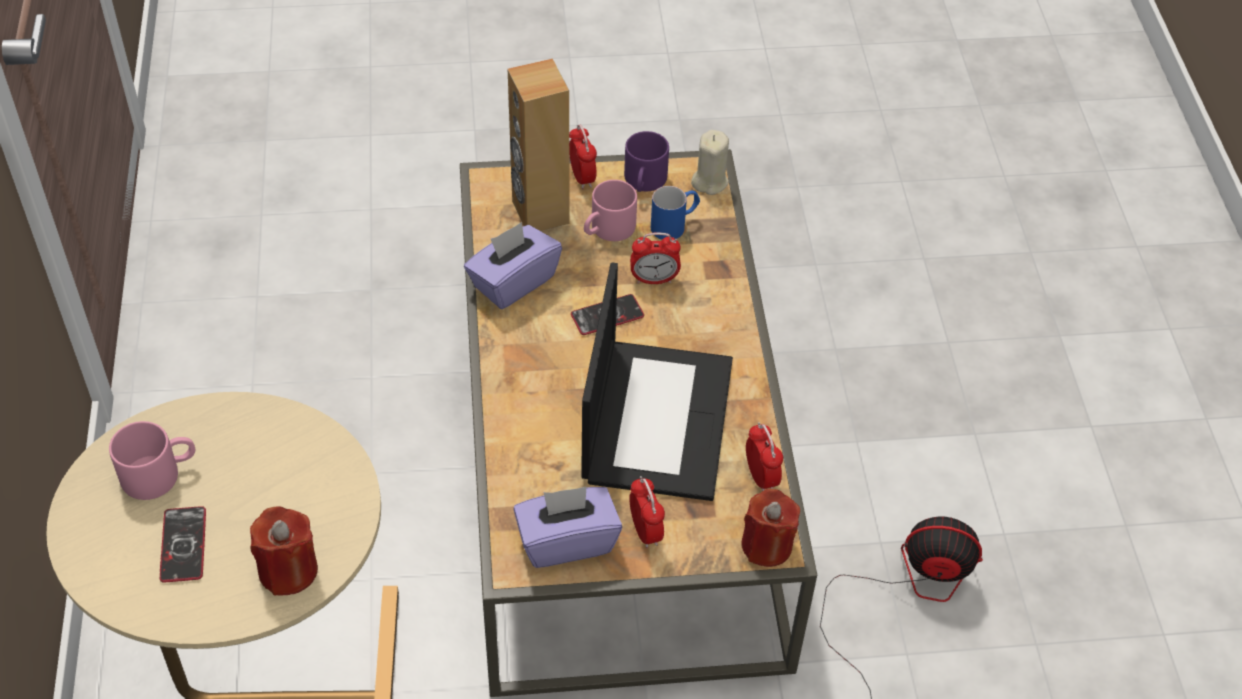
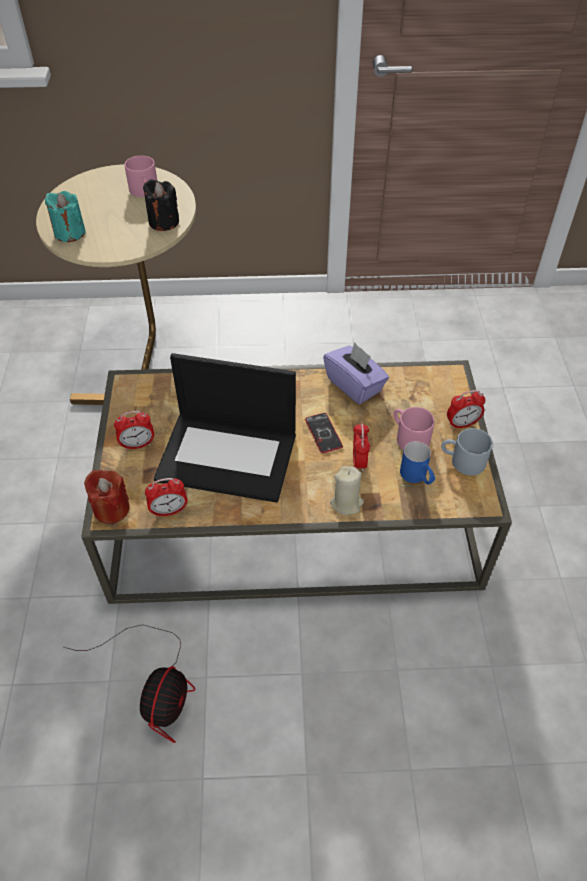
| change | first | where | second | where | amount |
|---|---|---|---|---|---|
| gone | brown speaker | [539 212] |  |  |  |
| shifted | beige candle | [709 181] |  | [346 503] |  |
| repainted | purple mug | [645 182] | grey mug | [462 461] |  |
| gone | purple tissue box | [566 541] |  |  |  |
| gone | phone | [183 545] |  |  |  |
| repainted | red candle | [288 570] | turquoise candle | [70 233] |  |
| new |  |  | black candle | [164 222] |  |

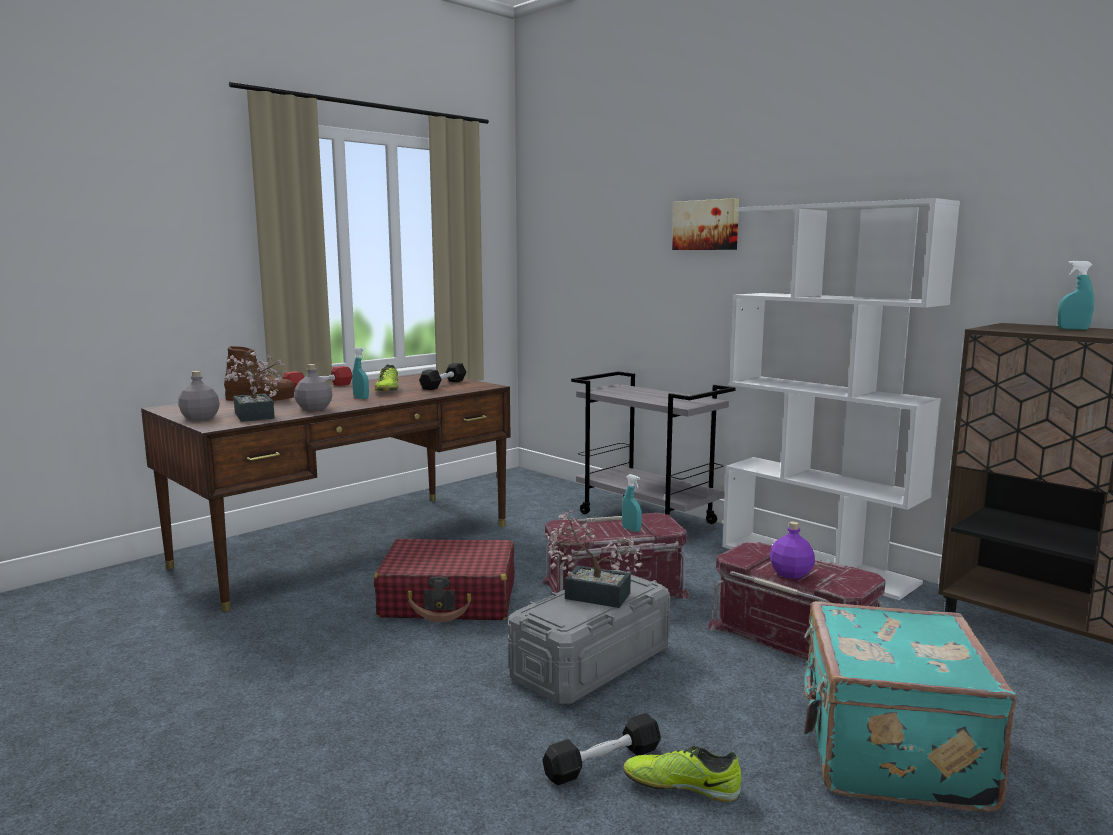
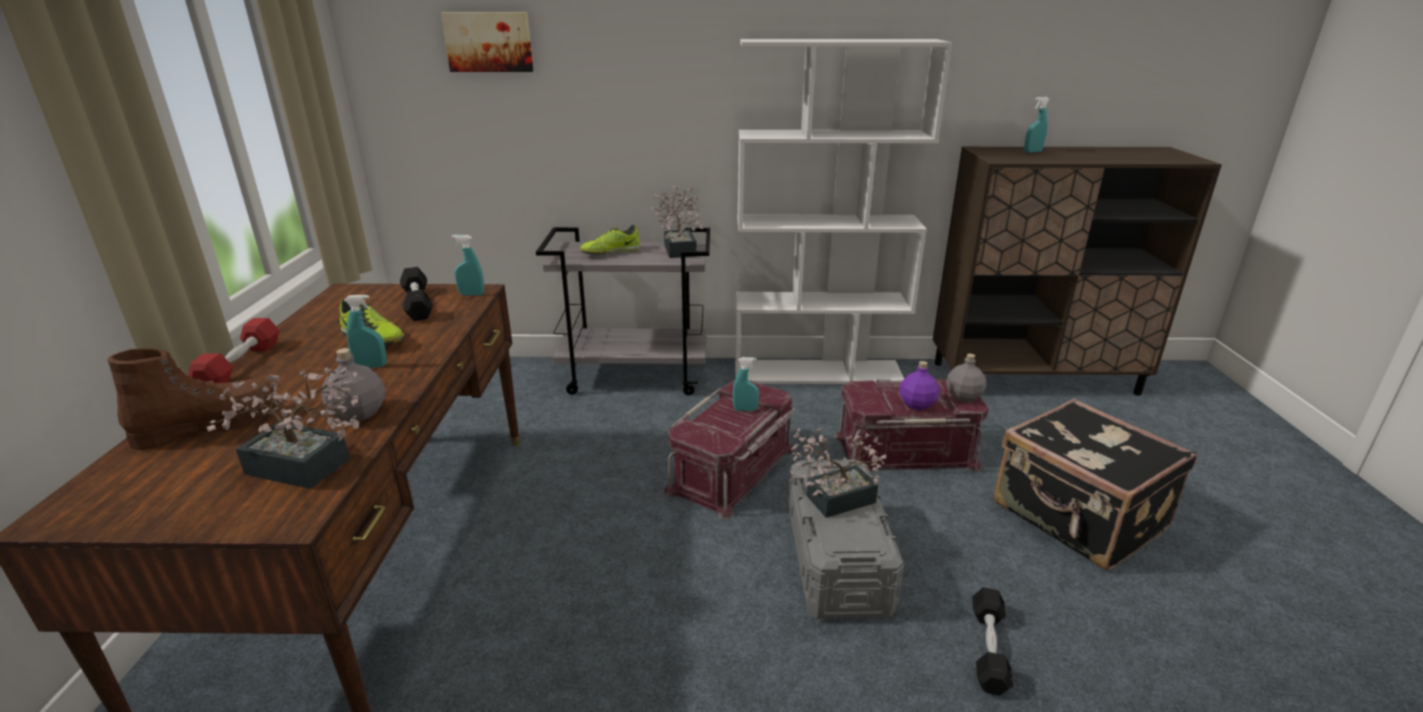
| change | first | where | second | where | amount |
|---|---|---|---|---|---|
| shifted | picture | [706 225] |  | [489 42] |  |
| shifted | grey bottle | [199 418] |  | [963 397] |  |
| gone | red suitcase | [449 599] |  |  |  |
| repainted | turquoise suitcase | [888 752] | black suitcase | [1077 518] |  |
| shifted | shoe | [681 786] |  | [610 252] |  |
| new |  |  | potted plant | [679 248] |  |
| new |  |  | turquoise spray bottle | [471 294] |  |

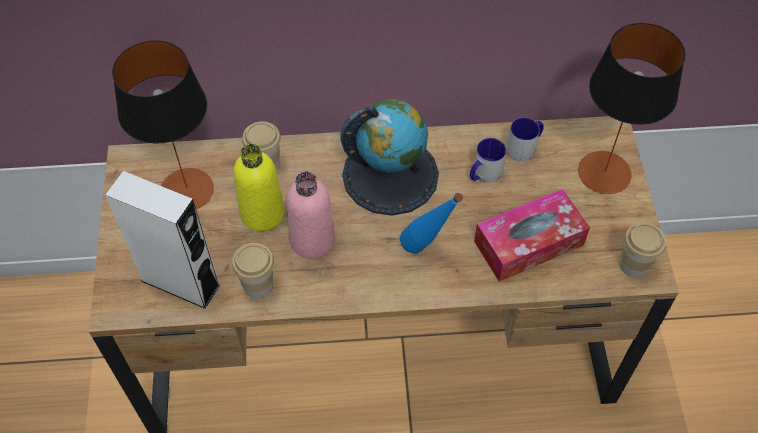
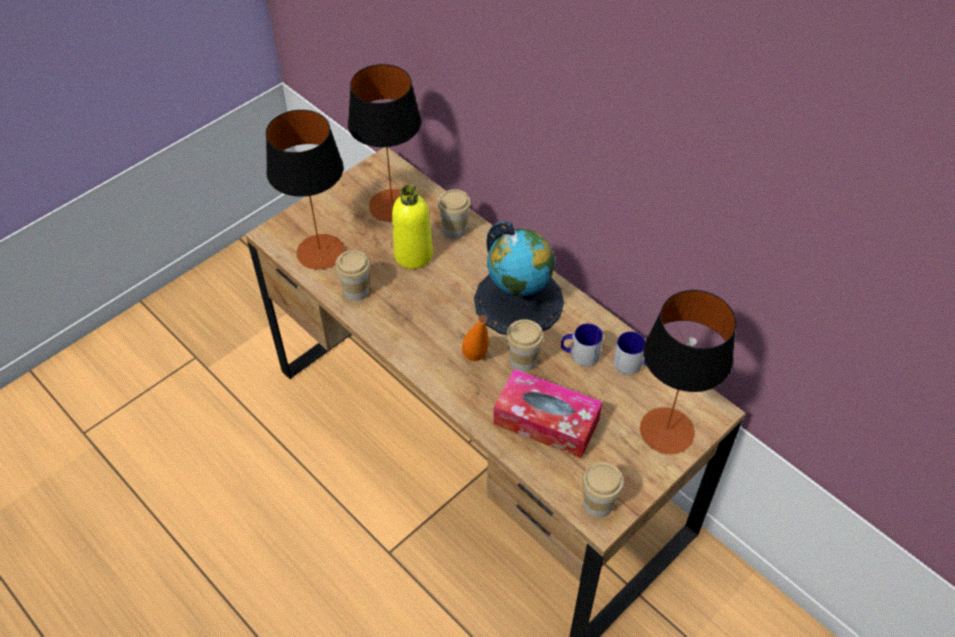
| change | first | where | second | where | amount |
|---|---|---|---|---|---|
| swapped | white speaker | [180 283] | table lamp | [320 252] |  |
| gone | pink bottle | [312 240] |  |  |  |
| repainted | blue bottle | [427 249] | orange bottle | [477 363] |  |
| new |  |  | cup | [523 360] |  |

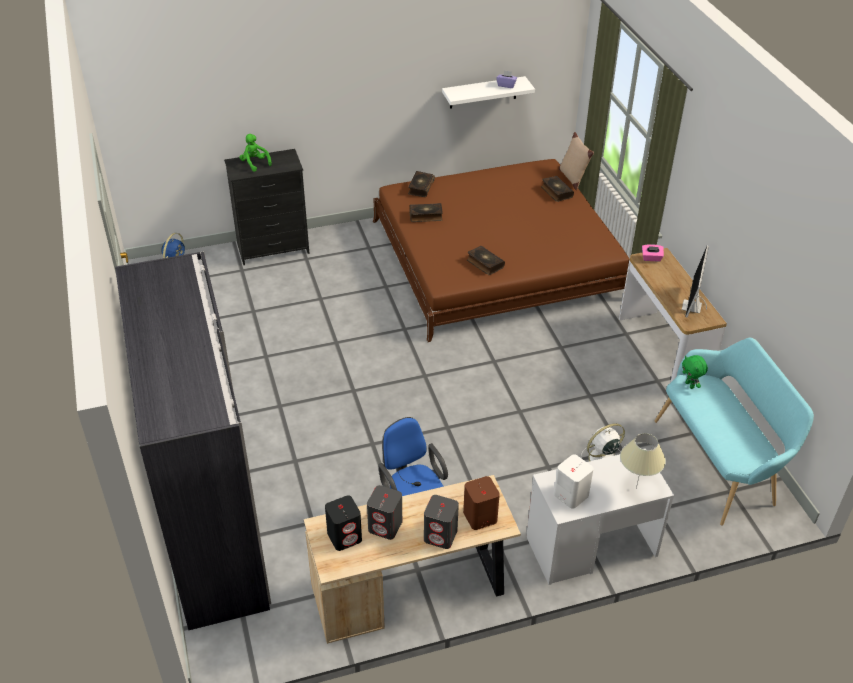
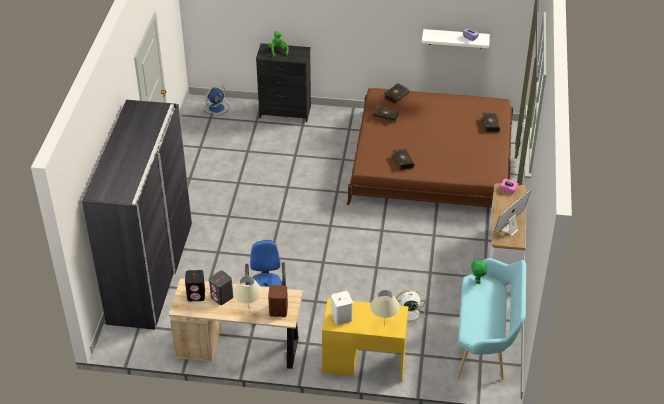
| change | first | where | second | where | amount |
|---|---|---|---|---|---|
| gone | beige pillow | [572 178] |  |  |  |
| repainted | white desk | [591 546] | yellow desk | [364 361] |  |
| swapped | grey speaker | [441 535] | beige table lamp | [249 312] |  |

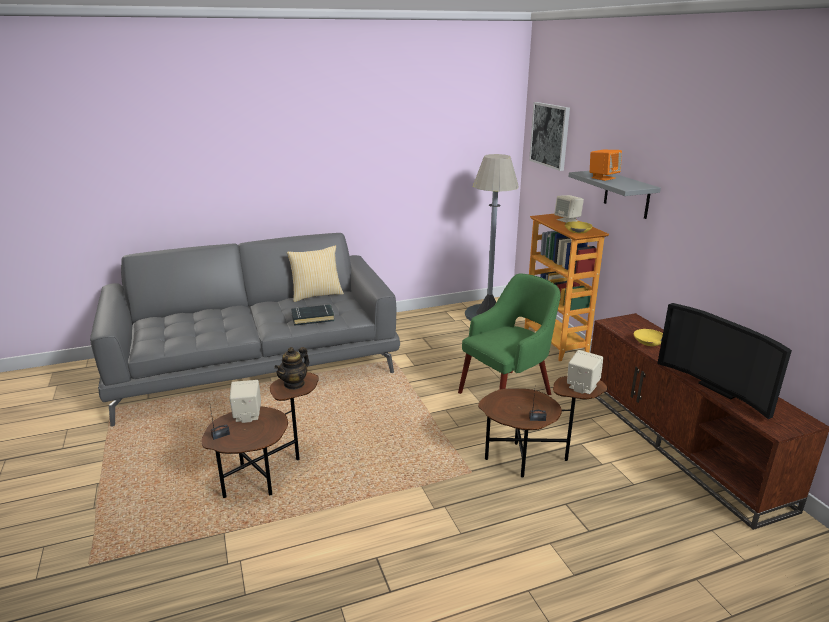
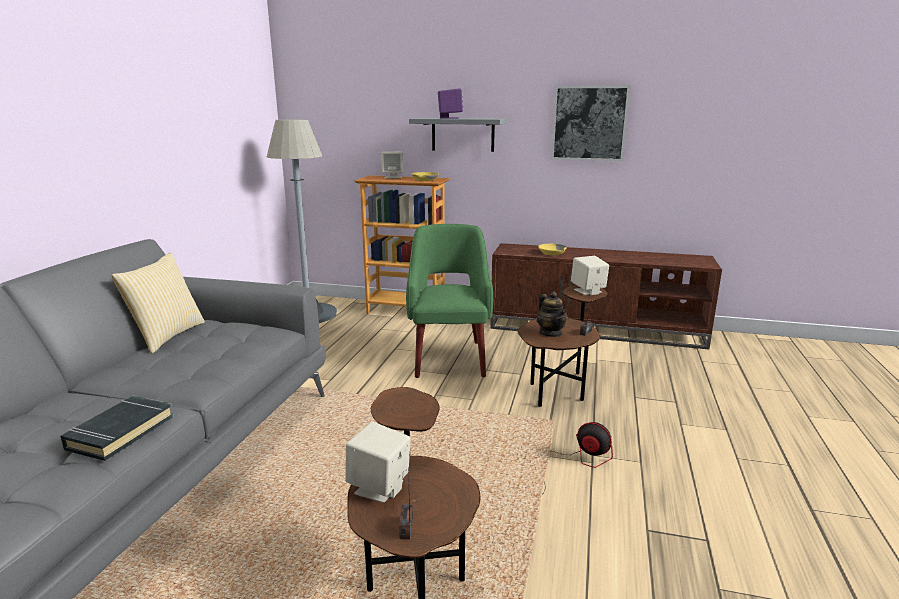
| change | first | where | second | where | amount |
|---|---|---|---|---|---|
| shifted | picture | [550 135] |  | [589 123] |  |
| repainted | orange speaker | [603 178] | purple speaker | [450 118] |  |
| gone | television | [719 387] |  |  |  |
| shifted | black book | [313 318] |  | [120 432] |  |
| shifted | teapot | [294 384] |  | [551 333] |  |
| new |  |  | fan | [575 462] |  |

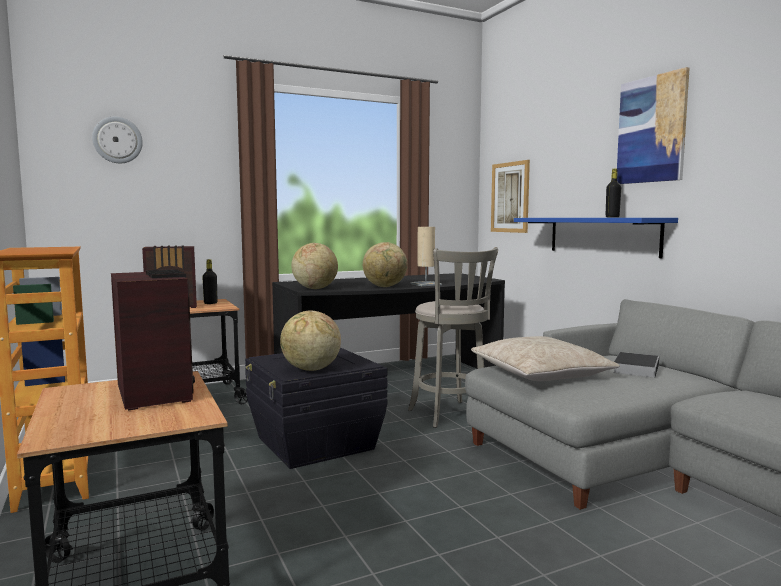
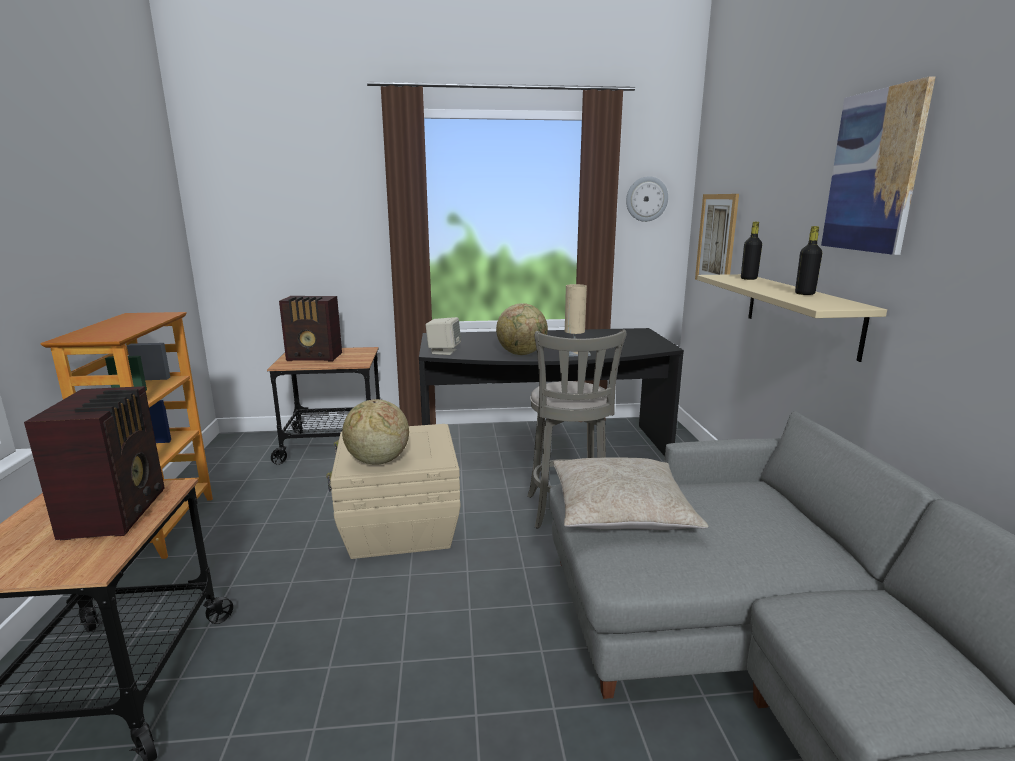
| change | first | where | second | where | amount |
|---|---|---|---|---|---|
| shifted | wall clock | [117 140] |  | [646 199] |  |
| repainted | blue shelf | [602 236] | beige shelf | [800 312] |  |
| swapped | globe | [315 288] | beige speaker | [444 351] |  |
| shifted | black bottle | [210 303] |  | [748 279] |  |
| repainted | black storage box | [314 443] | beige storage box | [399 528] |  |
| gone | book | [636 368] |  |  |  |

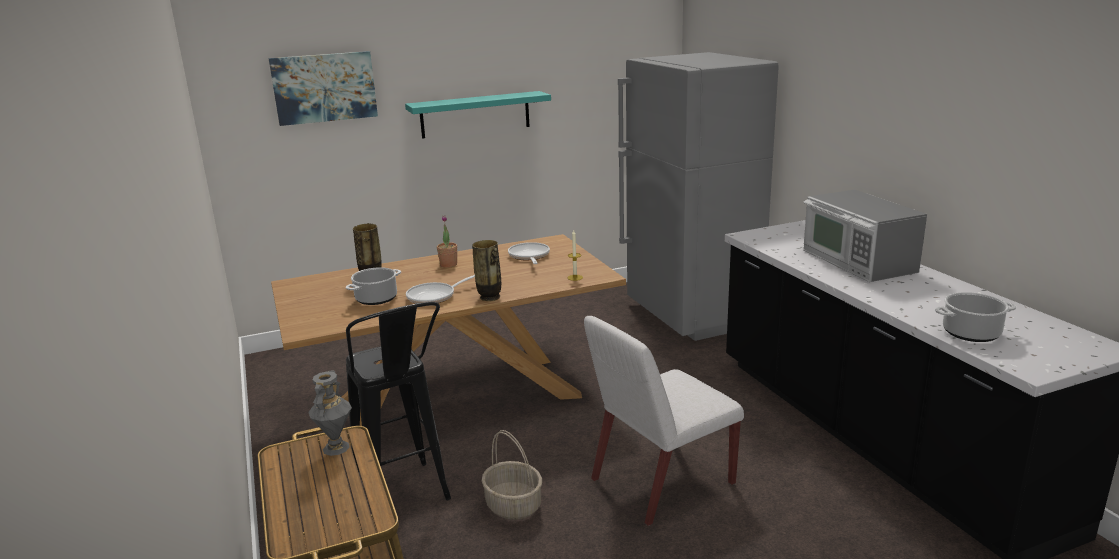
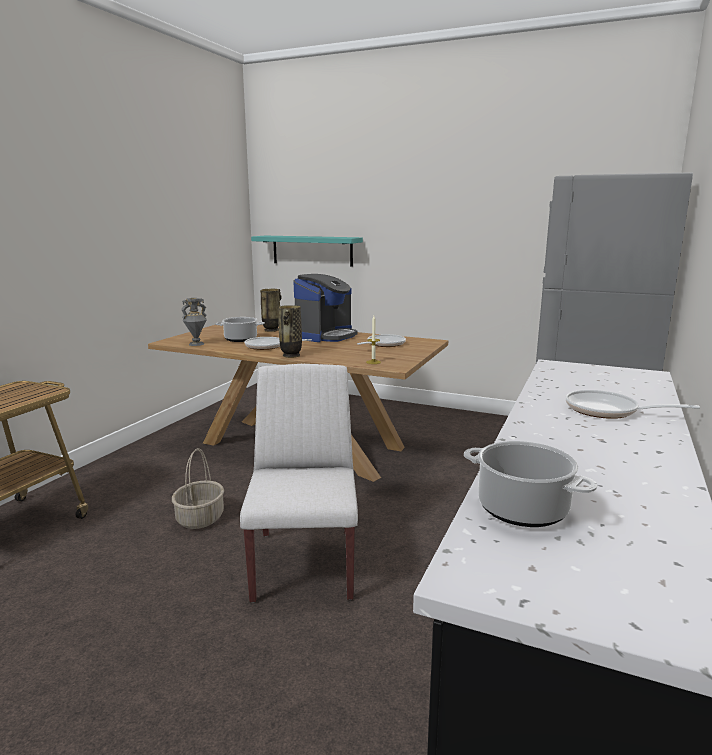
| change | first | where | second | where | amount |
|---|---|---|---|---|---|
| gone | picture | [324 87] |  |  |  |
| shifted | turquoise shelf | [475 114] |  | [312 250] |  |
| swapped | microwave | [857 261] | frying pan | [608 411] |  |
| swapped | potted plant | [448 264] | coffee machine | [325 336] |  |
| gone | black stool | [406 501] |  |  |  |
| rotated | white chair | [661 482] |  | [304 563] | 75 degrees clockwise |
| shifted | grey vase | [336 448] |  | [196 344] |  |

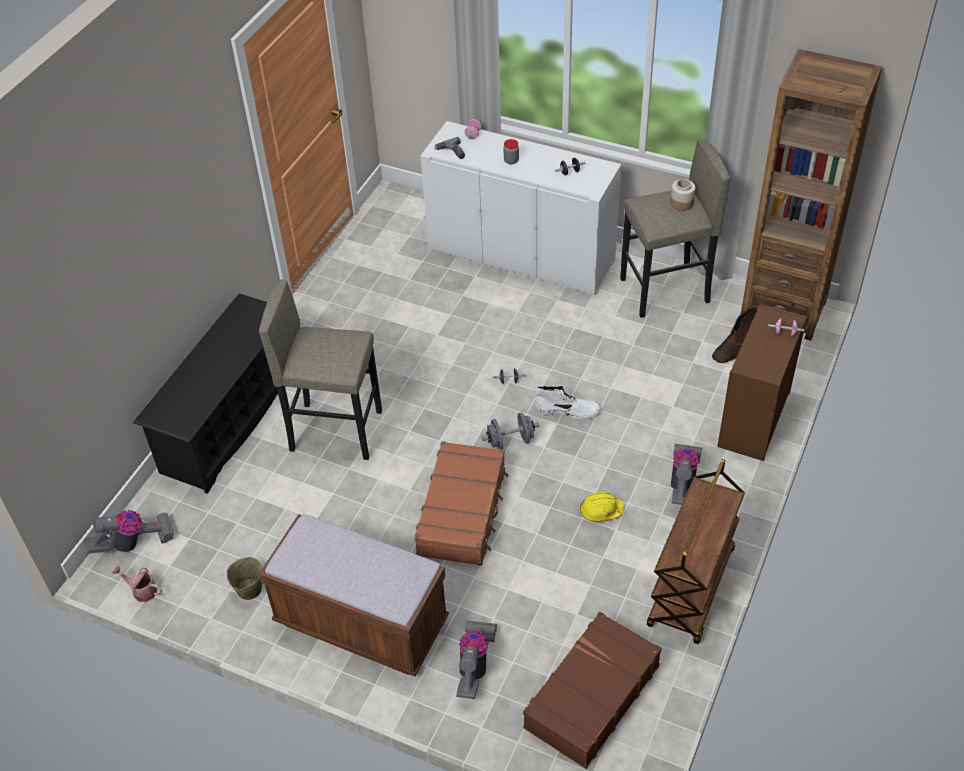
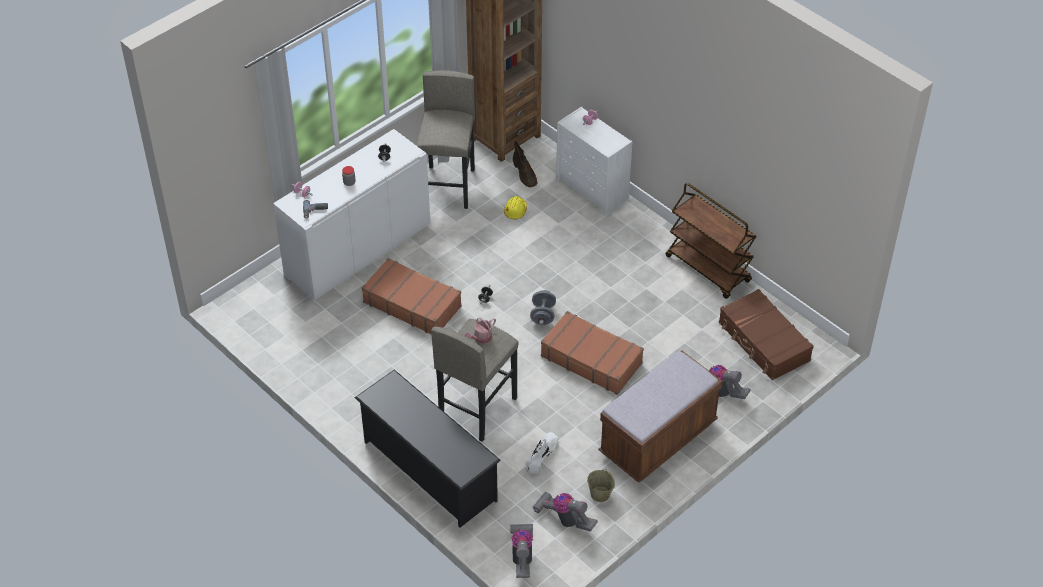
| change | first | where | second | where | amount |
|---|---|---|---|---|---|
| gone | jar | [681 203] |  |  |  |
| repainted | brown dresser | [754 420] | white dresser | [593 190] |  |
| shifted | white boot | [568 411] |  | [542 454] |  |
| shifted | vacuum cleaner | [683 482] |  | [565 519] |  |
| shifted | yellow hard hat | [601 511] |  | [515 211] |  |
| shifted | watering can | [142 590] |  | [481 338] |  |
| new |  |  | brown suitcase | [412 304] |  |

